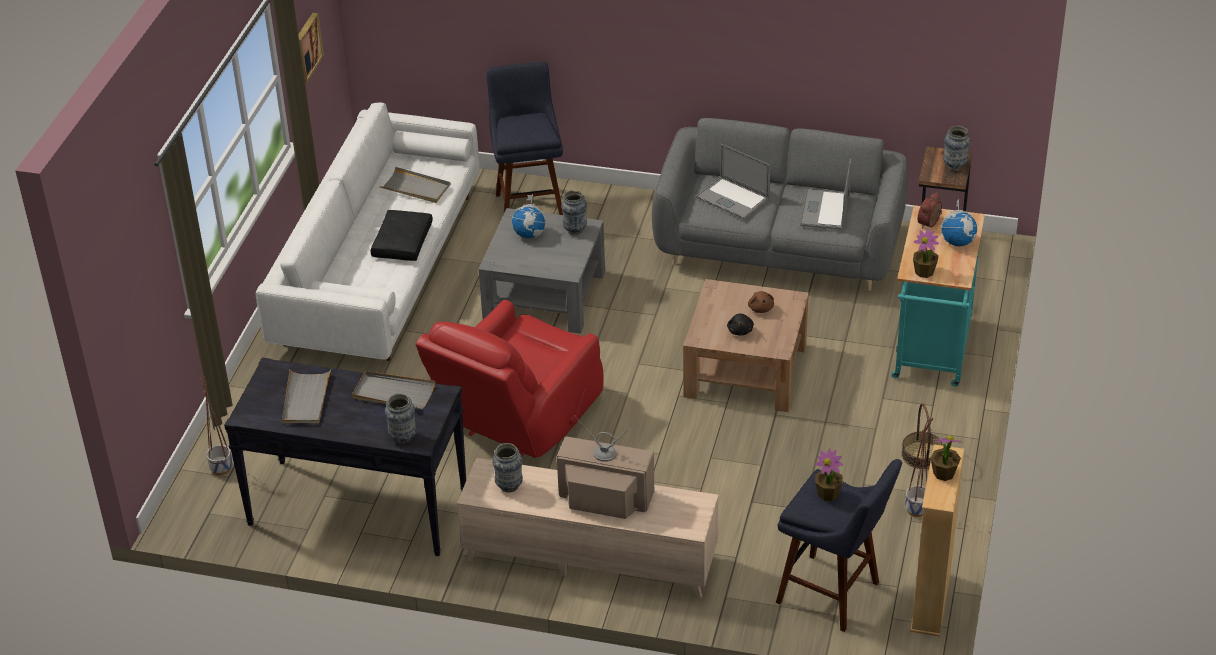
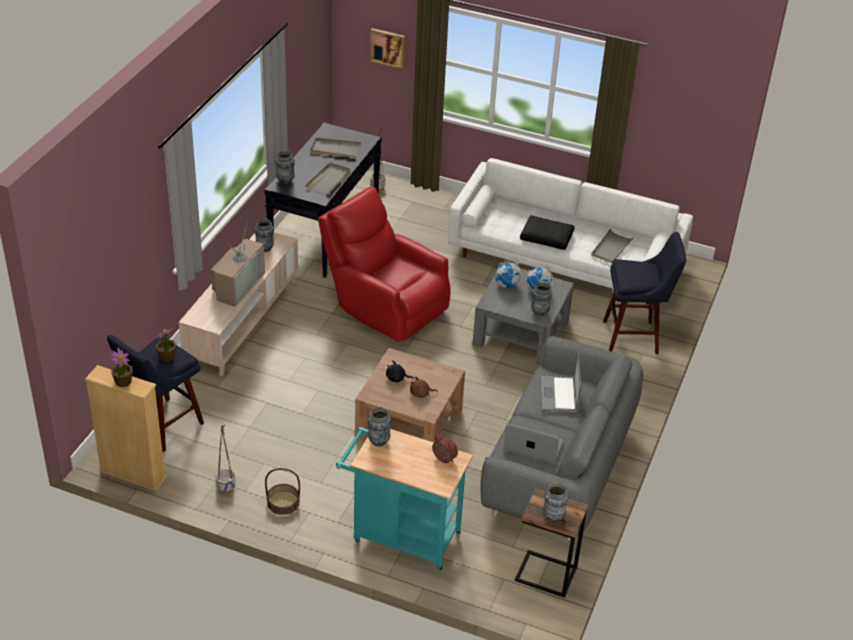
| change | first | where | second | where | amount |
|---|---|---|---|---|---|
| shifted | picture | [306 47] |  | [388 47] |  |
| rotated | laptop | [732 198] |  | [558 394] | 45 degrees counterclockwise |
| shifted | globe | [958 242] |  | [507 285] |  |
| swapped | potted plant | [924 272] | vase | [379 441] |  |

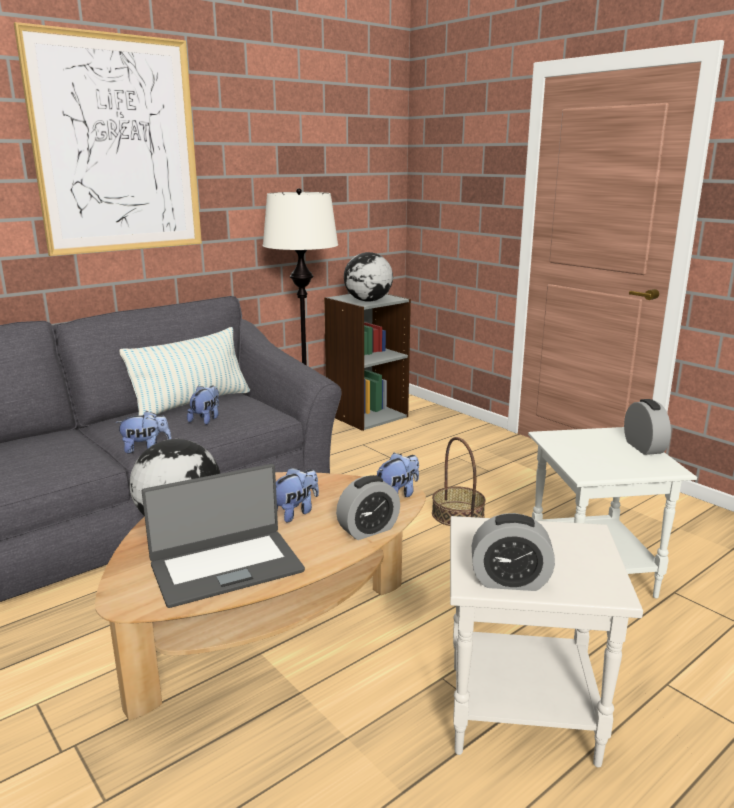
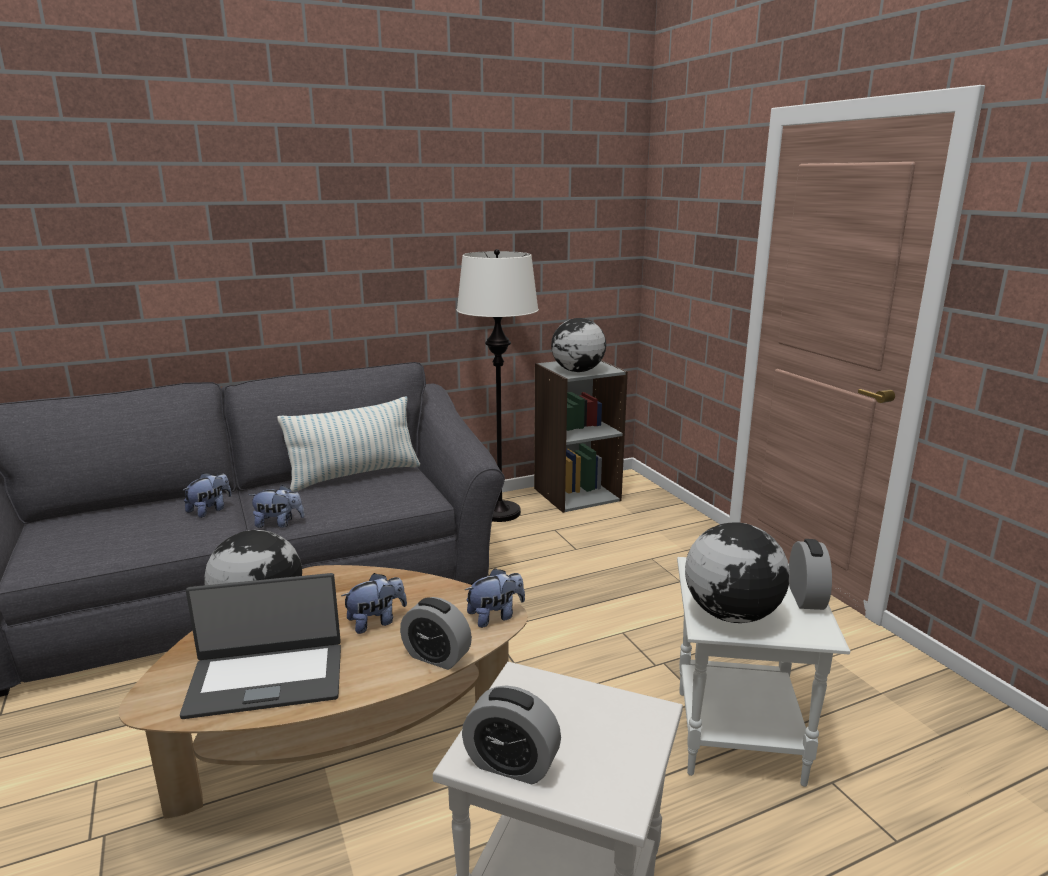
| change | first | where | second | where | amount |
|---|---|---|---|---|---|
| gone | picture | [117 146] |  |  |  |
| shifted | plush toy | [206 419] |  | [210 510] |  |
| gone | basket | [458 514] |  |  |  |
| rotated | alarm clock | [368 530] |  | [436 657] | 45 degrees clockwise |
| new |  |  | globe | [731 614] |  |

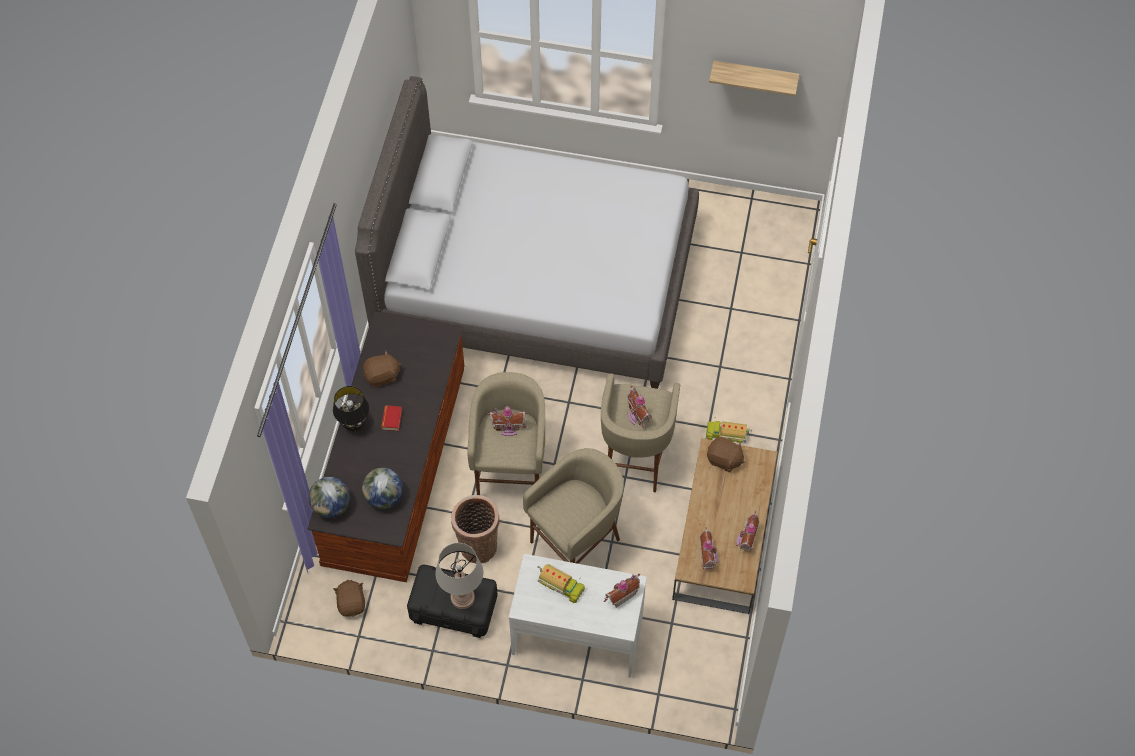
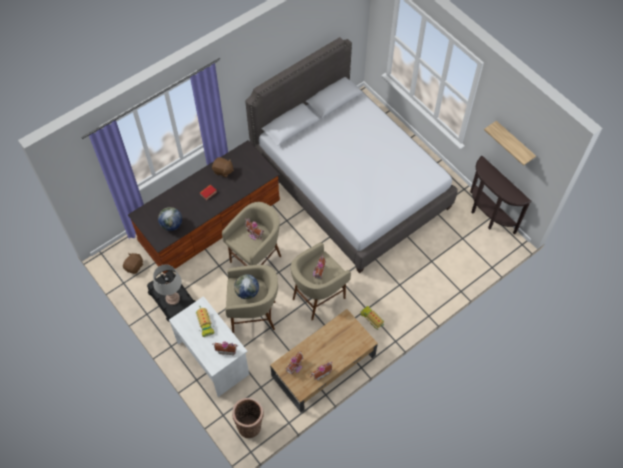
| change | first | where | second | where | amount |
|---|---|---|---|---|---|
| gone | black table lamp | [354 424] |  |  |  |
| gone | brown plush toy | [724 460] |  |  |  |
| shifted | globe | [331 506] |  | [247 292] |  |
| shifted | basket | [478 544] |  | [250 425] |  |
| new |  |  | brown console table | [487 216] |  |

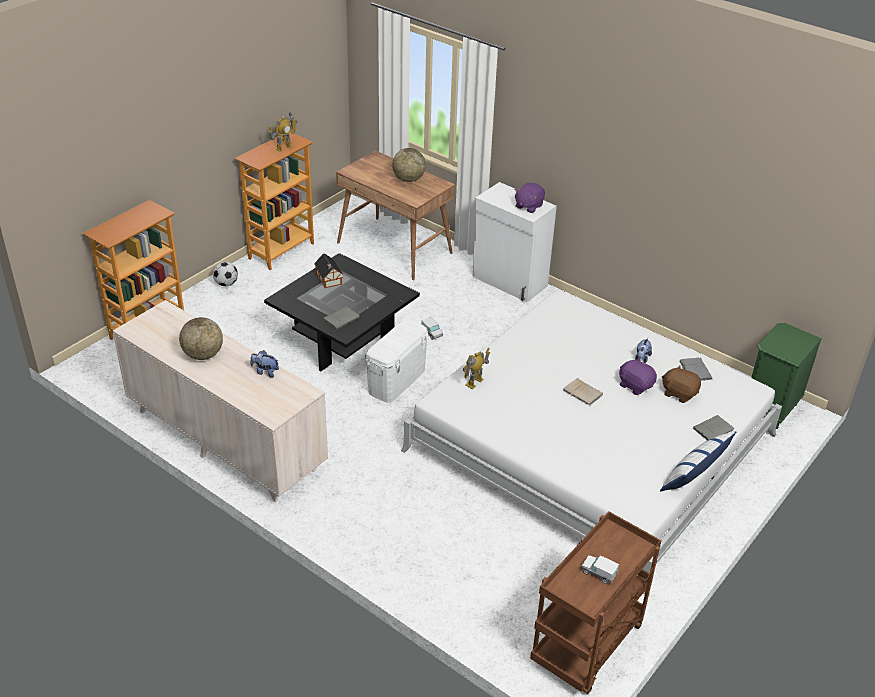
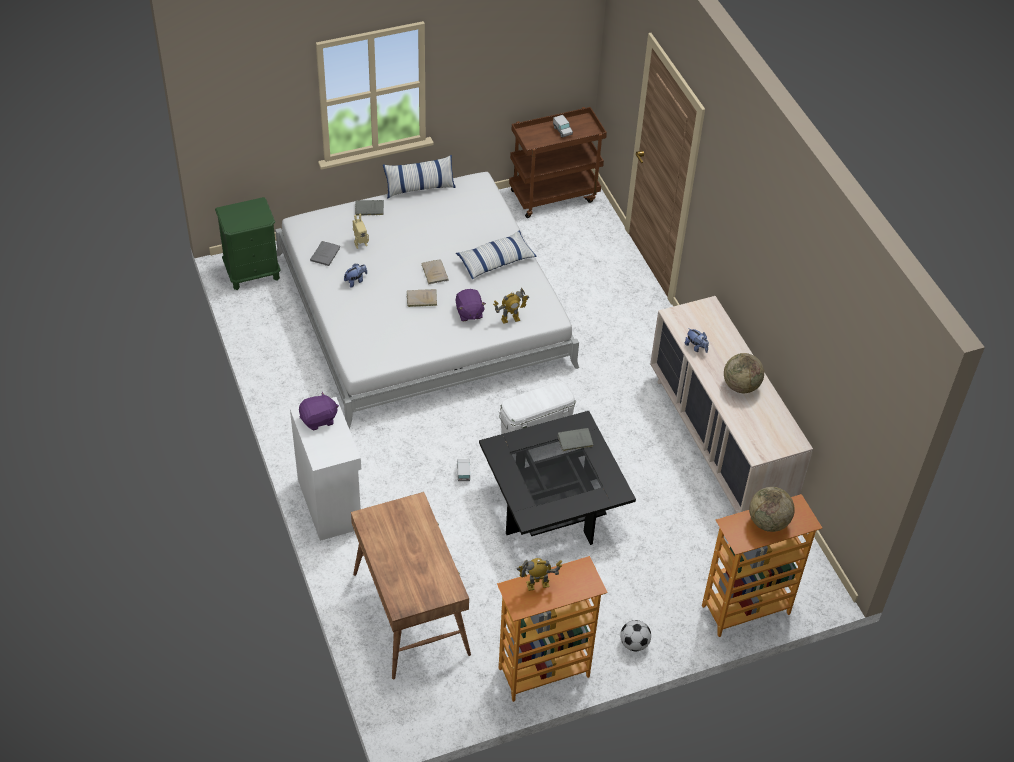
| change | first | where | second | where | amount |
|---|---|---|---|---|---|
| shifted | globe | [408 179] |  | [768 522] |  |
| gone | toy house | [329 279] |  |  |  |
| shifted | purple plush toy | [635 385] |  | [469 313] |  |
| swapped | brown plush toy | [679 393] | toy robot | [360 243] |  |
| new |  |  | pillow | [496 261] |  |
| new |  |  | beige book | [420 299] |  |

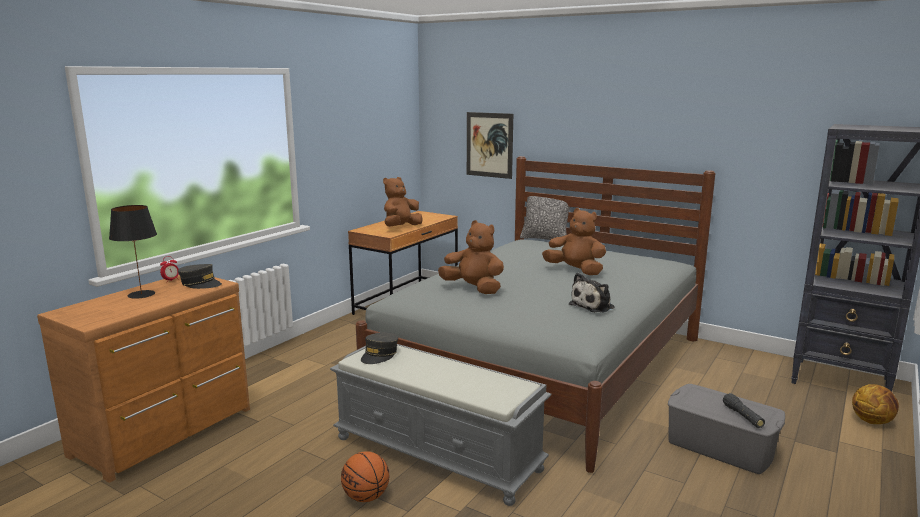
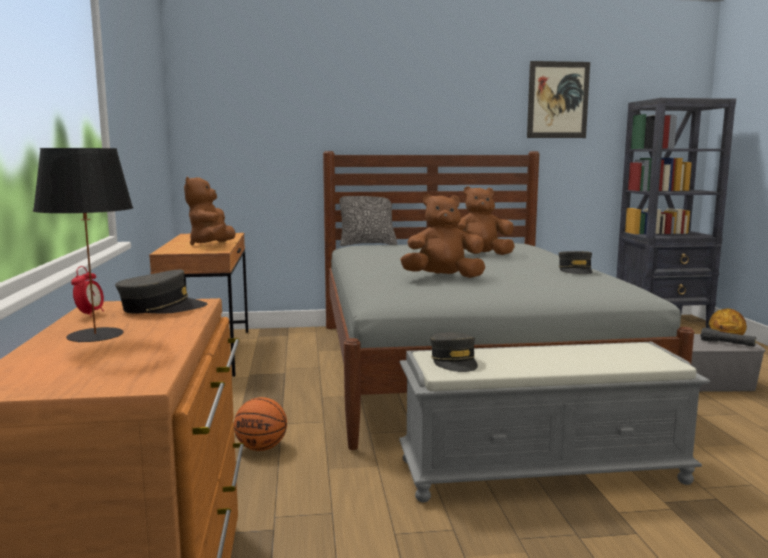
| change | first | where | second | where | amount |
|---|---|---|---|---|---|
| shifted | picture | [489 145] |  | [558 100] |  |
| swapped | plush toy | [594 306] | grey cap | [575 270] |  |
| shifted | basketball | [366 497] |  | [261 448] |  |

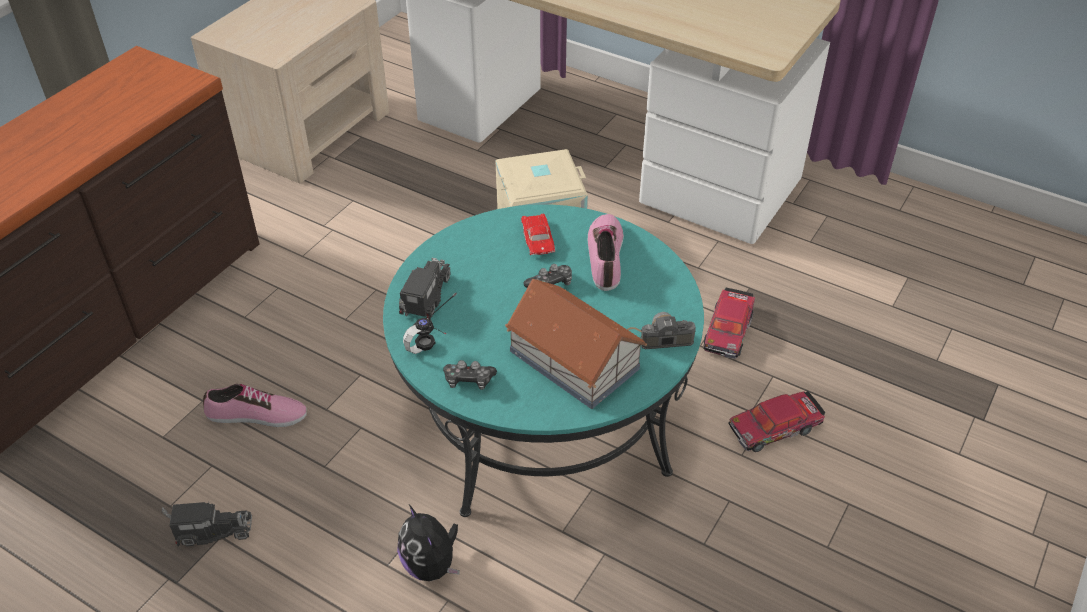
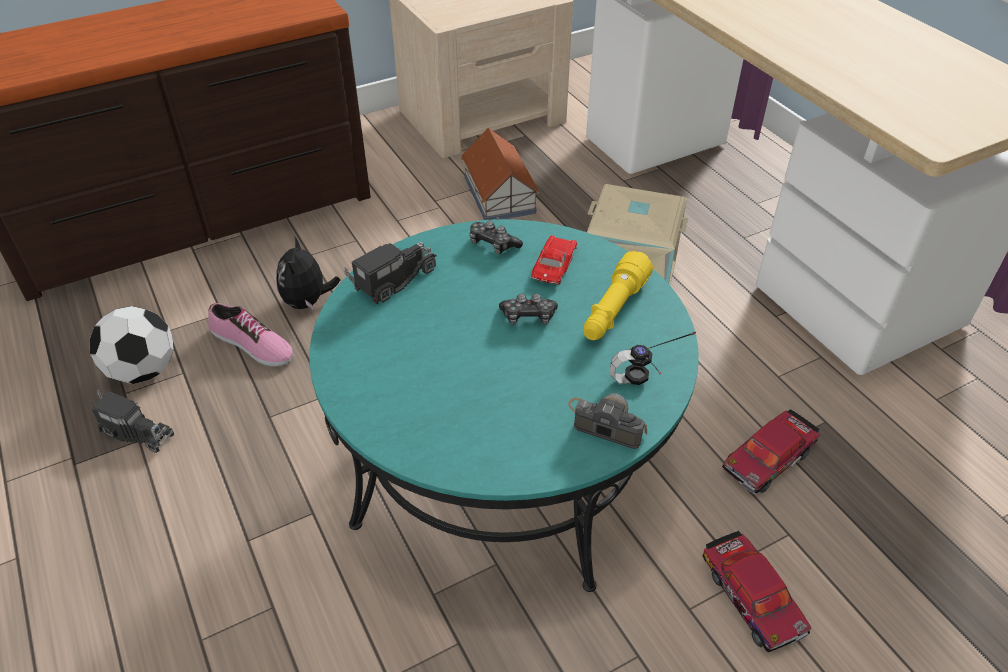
| change | first | where | second | where | amount |
|---|---|---|---|---|---|
| swapped | shoe | [606 256] | yellow flashlight | [613 310] |  |
| shifted | toy house | [573 358] |  | [499 194] |  |
| shifted | headphones | [440 343] |  | [654 382] |  |
| shifted | game controller | [468 380] |  | [493 244] |  |
| rotated | toy car | [775 428] |  | [752 596] | 120 degrees counterclockwise |
| shifted | plush toy | [431 565] |  | [308 302] |  |
| new |  |  | football | [143 371] |  |

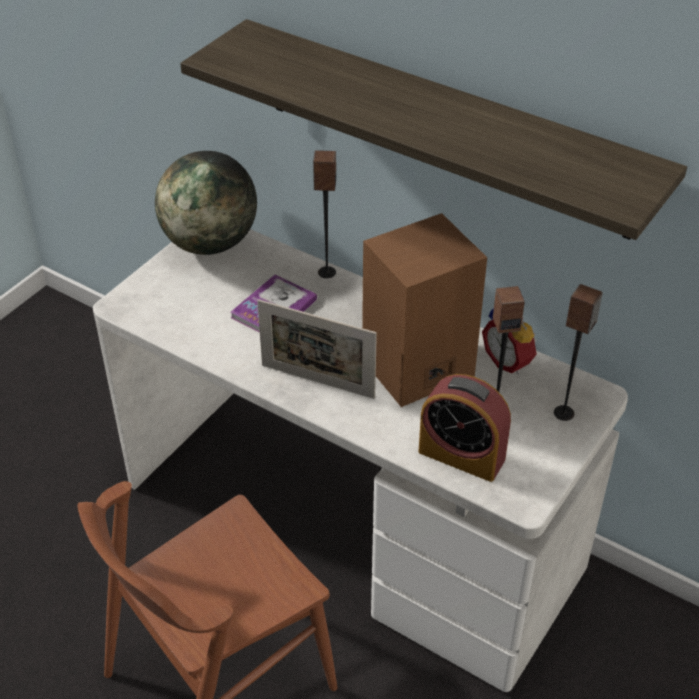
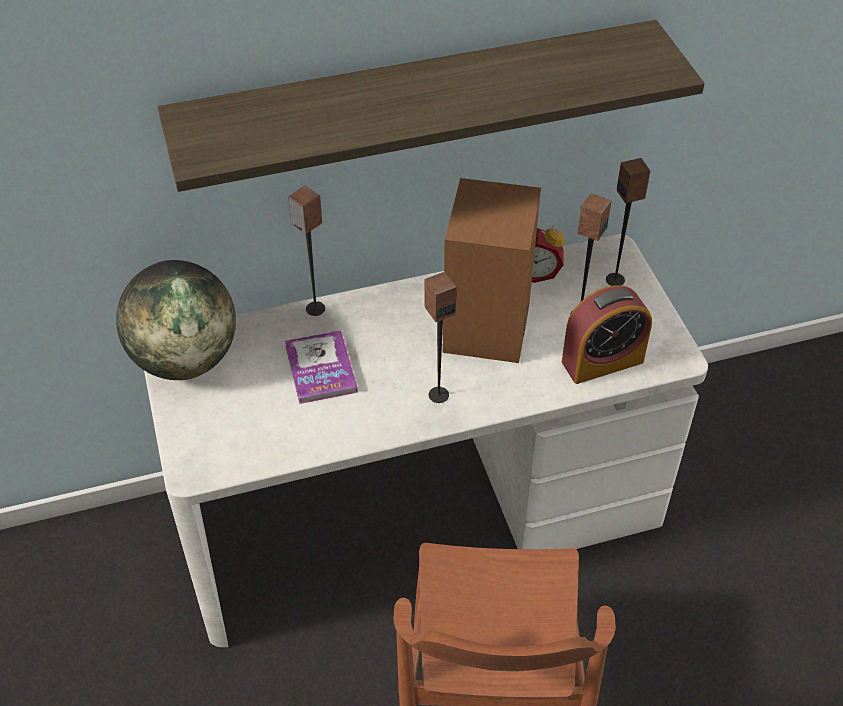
| change | first | where | second | where | amount |
|---|---|---|---|---|---|
| swapped | picture frame | [317 381] | speaker | [438 394] |  |

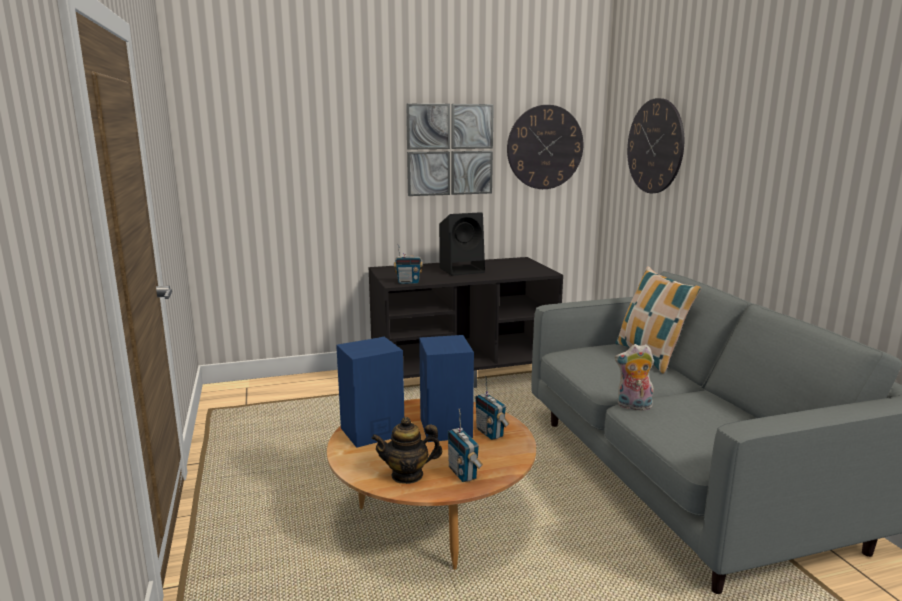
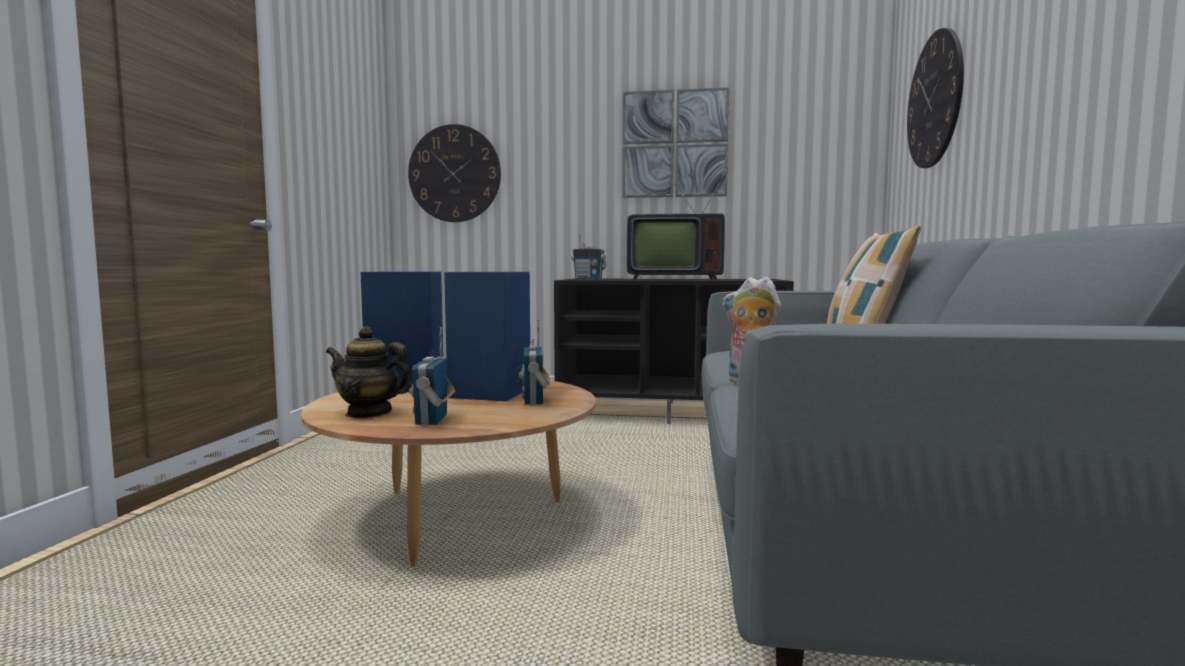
| change | first | where | second | where | amount |
|---|---|---|---|---|---|
| shifted | wall clock | [545 147] |  | [454 173] |  |
| swapped | black speaker | [462 270] | television | [672 279] |  |

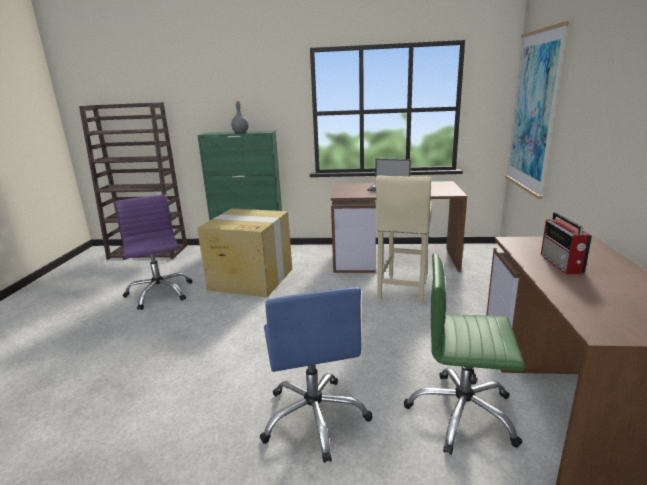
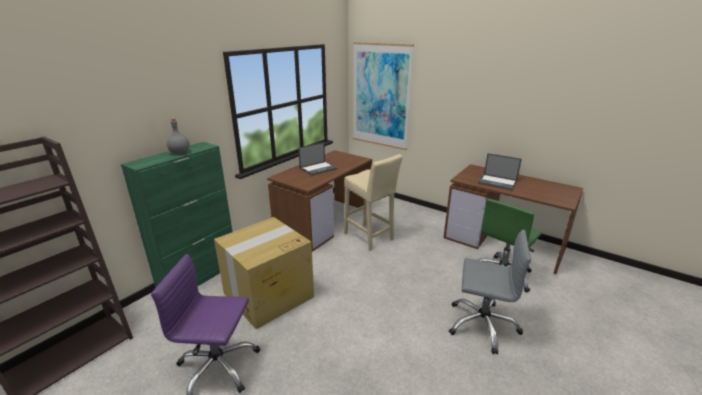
| change | first | where | second | where | amount |
|---|---|---|---|---|---|
| swapped | radio | [561 264] | laptop | [498 182] |  |
| repainted | blue office chair | [315 417] | grey office chair | [482 325] |  |

